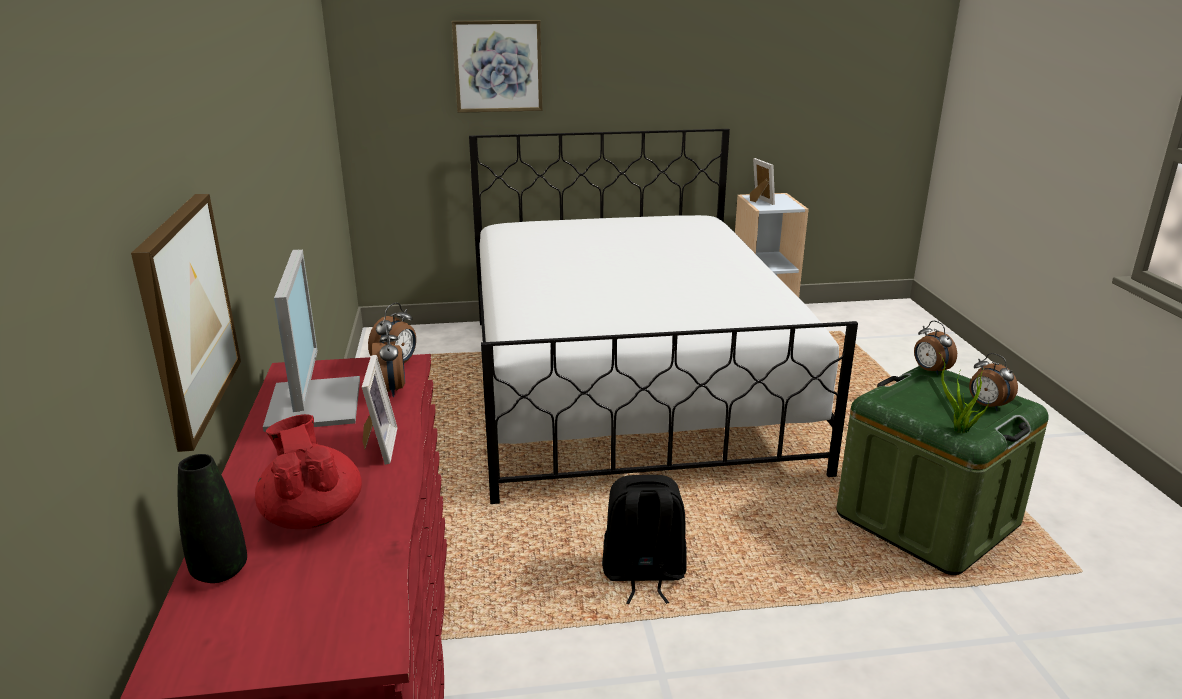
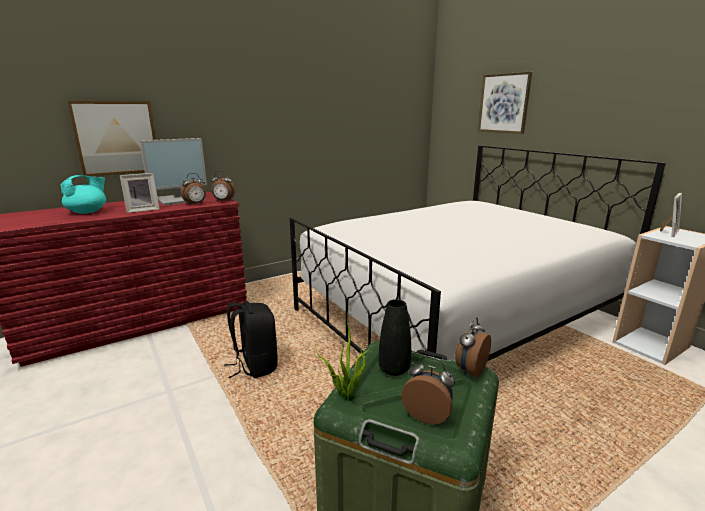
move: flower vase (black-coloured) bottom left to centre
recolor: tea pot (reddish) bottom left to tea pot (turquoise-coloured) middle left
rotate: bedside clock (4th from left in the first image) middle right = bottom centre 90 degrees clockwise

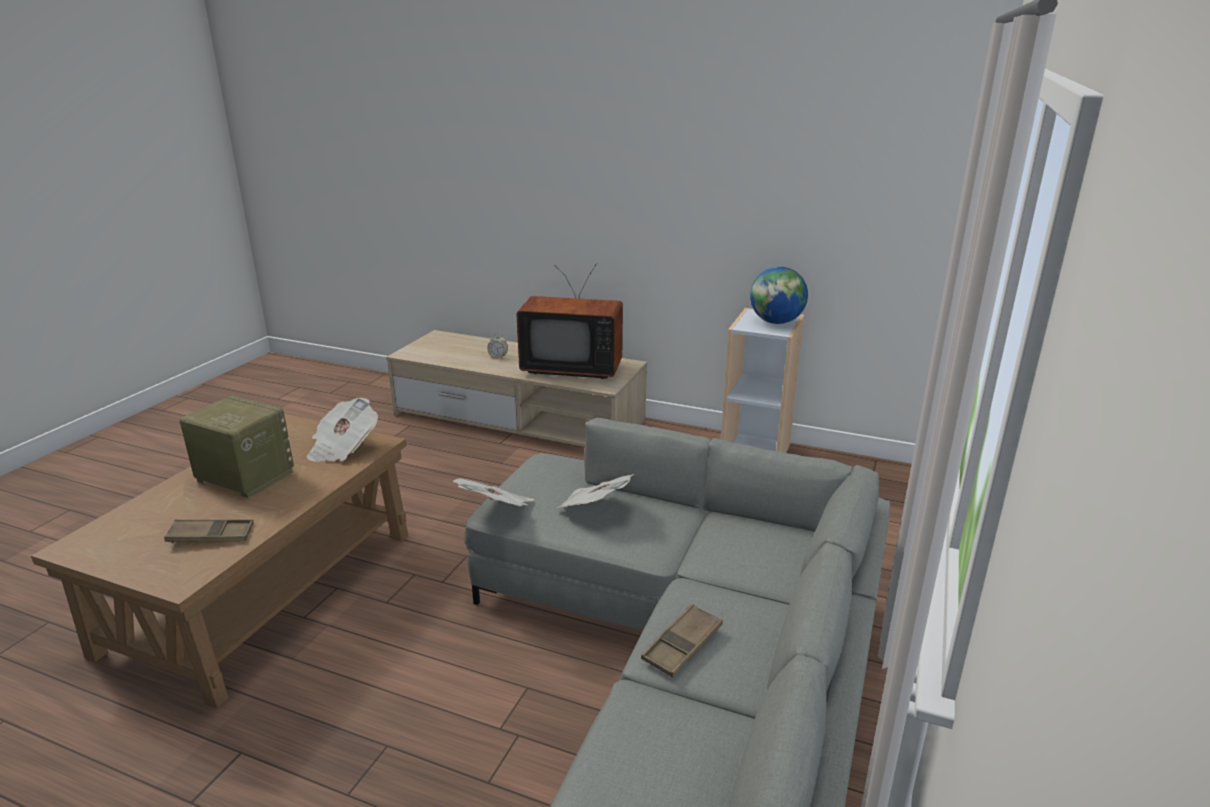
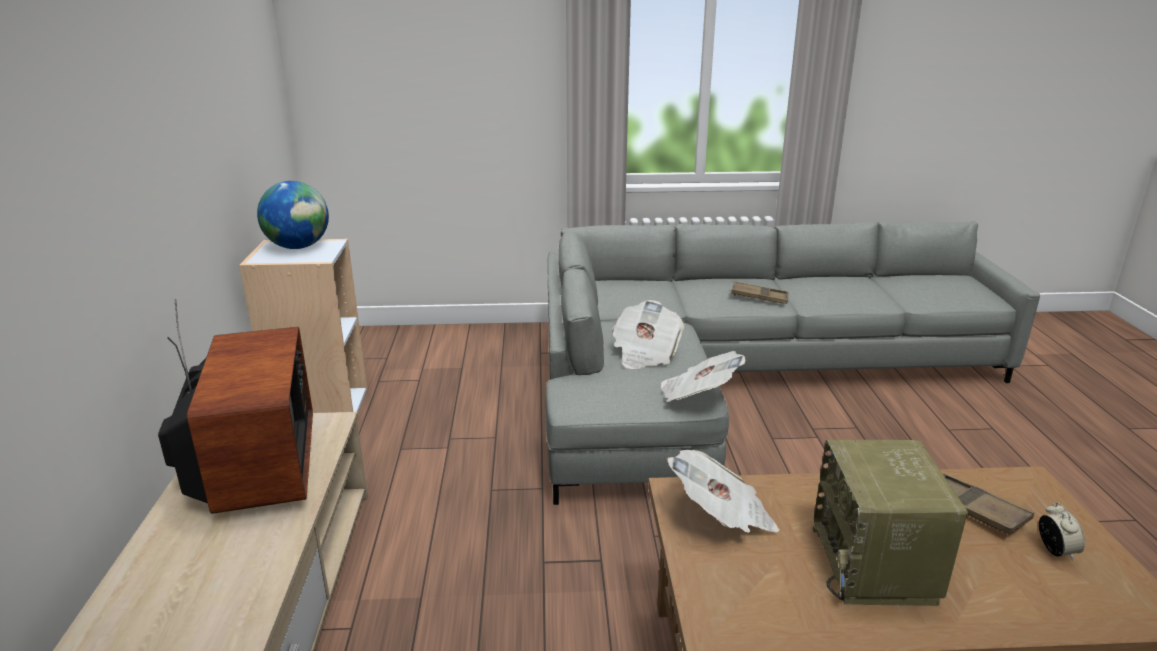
move: bedside clock centre to bottom right

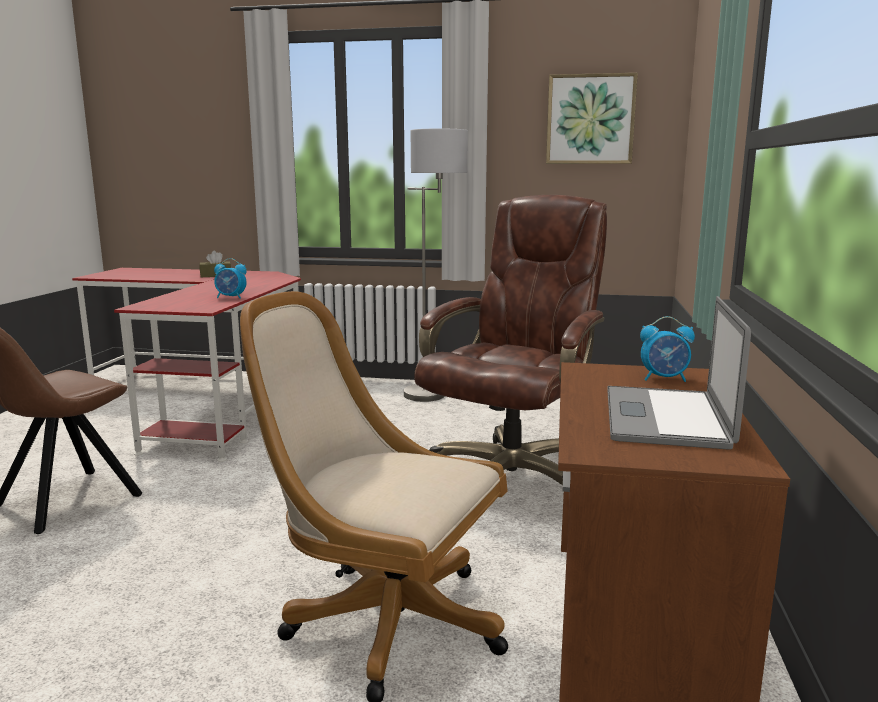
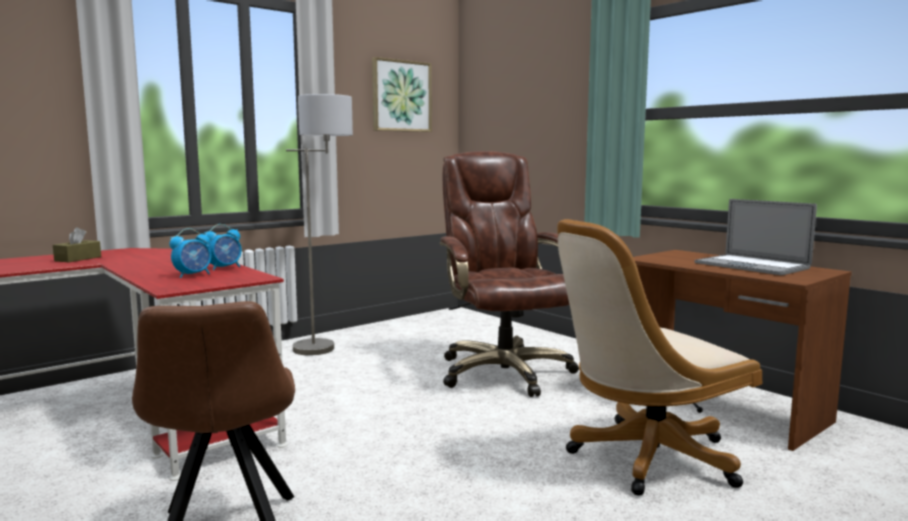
move: bedside clock (2nd from left in the first image) middle right to bedside clock (1st from left) middle left

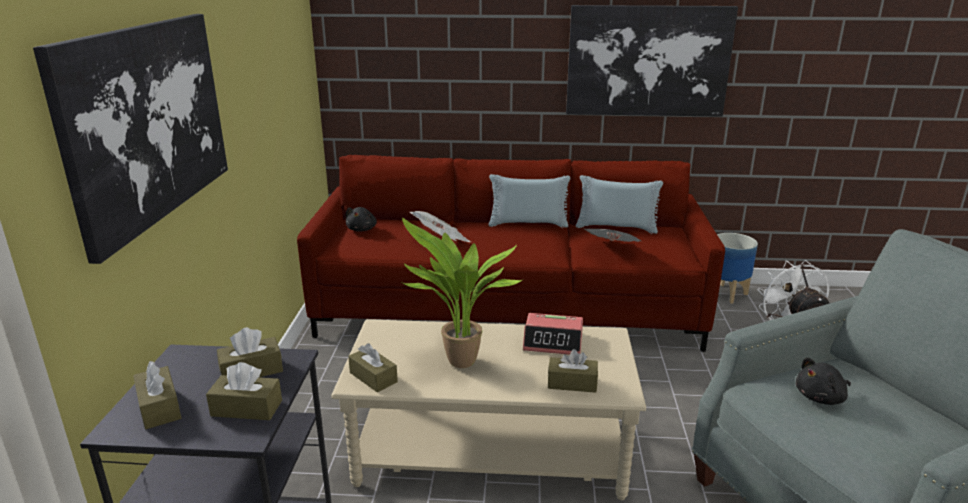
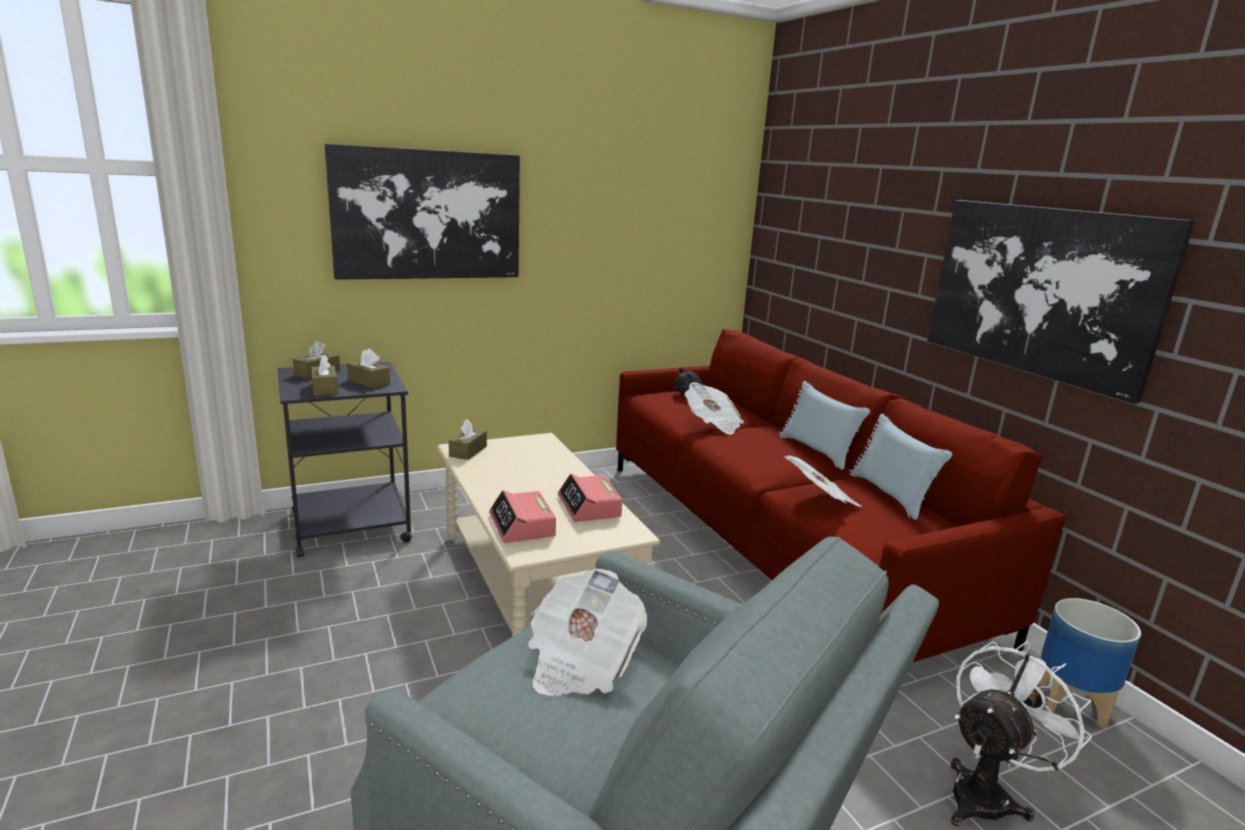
delete: potted plant centre
replace: box of tissues (brown-coloured) (5th from left) bottom centre to bedside clock (1st from left) centre; plush toy (black-coloured) (2nd from left) bottom right to daily paper (1st from left) bottom centre

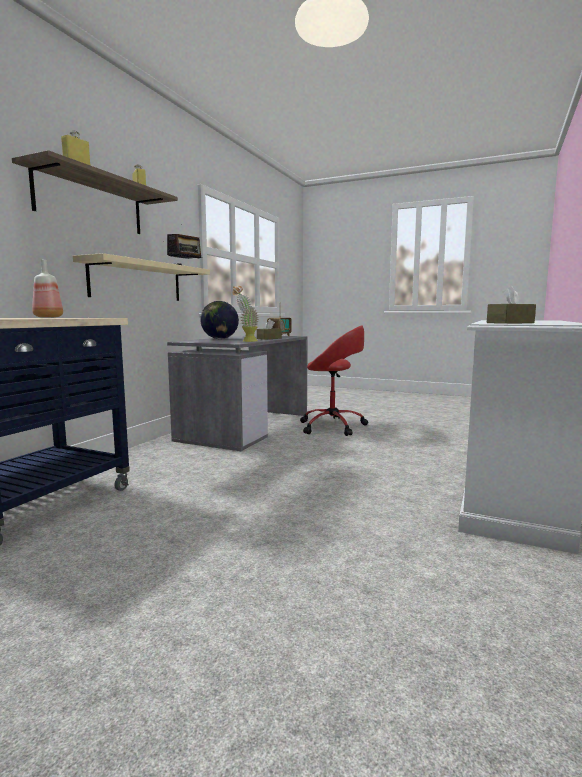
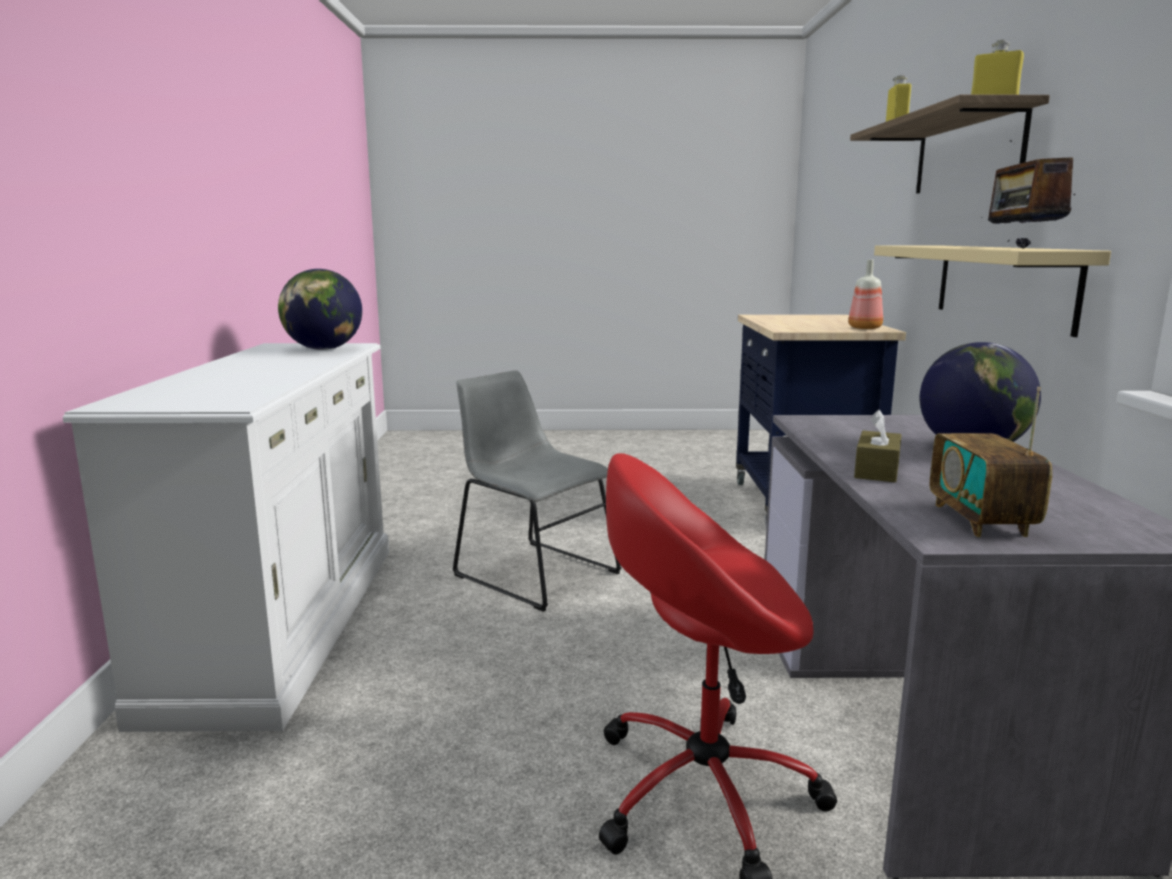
delete: potted plant centre
insert: upright chair (grey) centre
replace: box of tissues (brown-coloured) (2nd from left) middle right to globe (1st from left) middle left

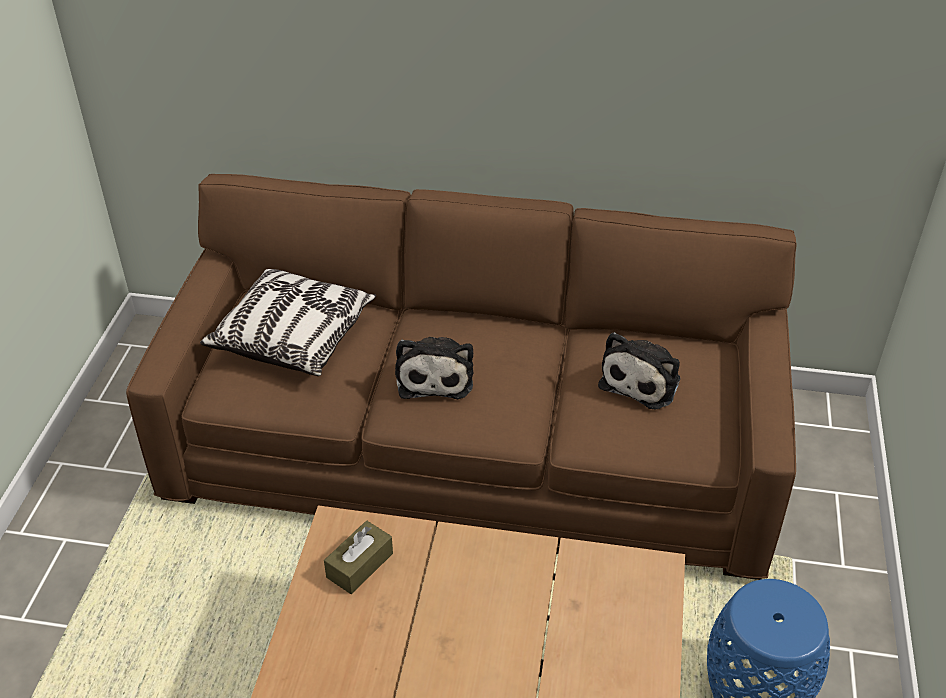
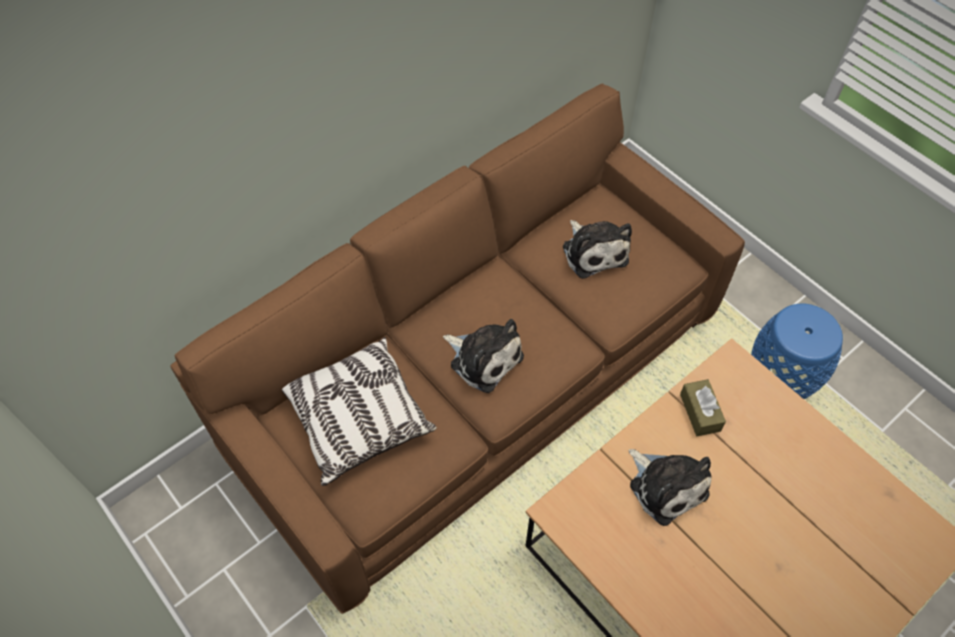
insert: plush toy (3rd from left) bottom right
move: box of tissues (brown-coloured) bottom centre to middle right

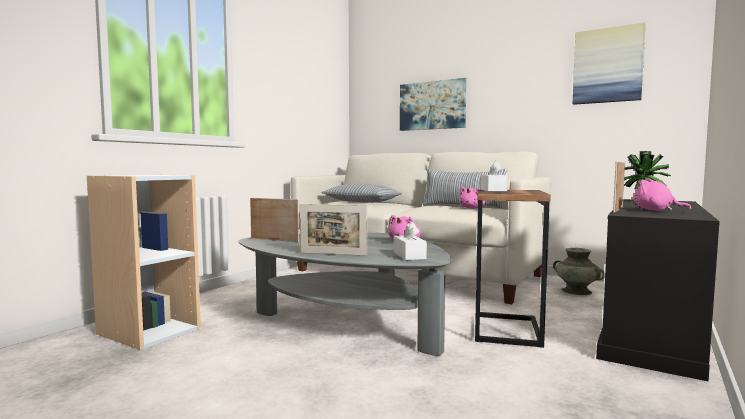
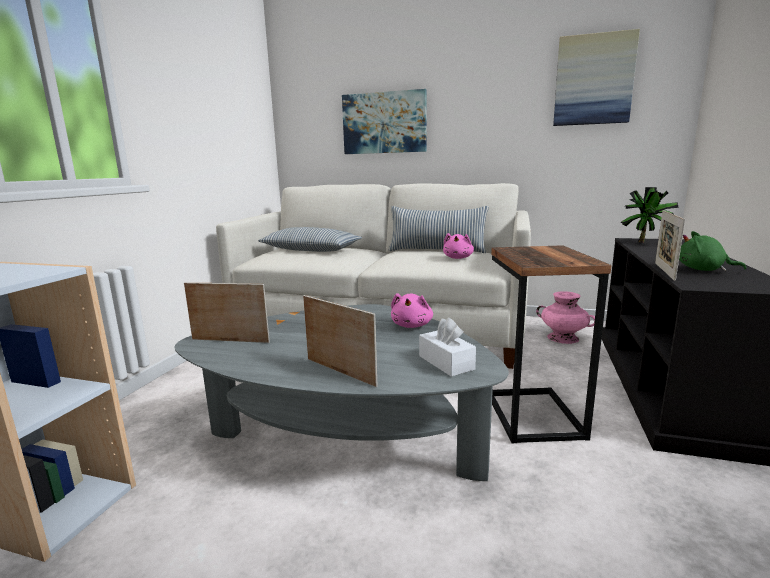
delete: box of tissues (white-coloured) (2nd from left) centre
recolor: flower vase (turquoise-coloured) middle right to flower vase (pink-coloured) middle right; plush toy (pink-coloured) (3rd from left) middle right to plush toy (greenish) middle right
rotate: picture frame (2nd from left) centre = centre 135 degrees counterclockwise

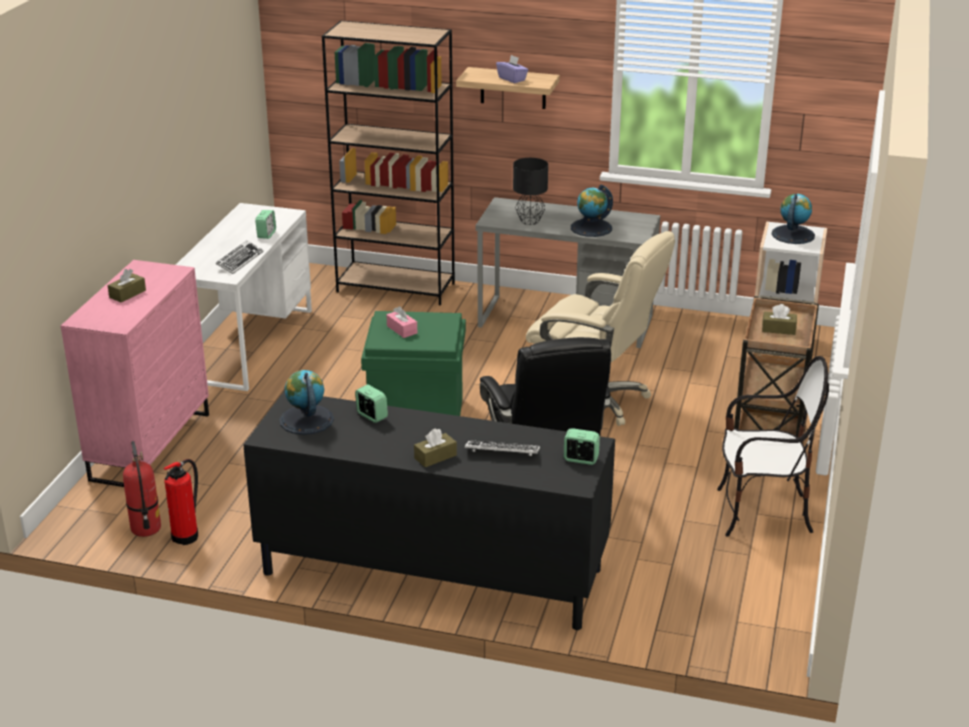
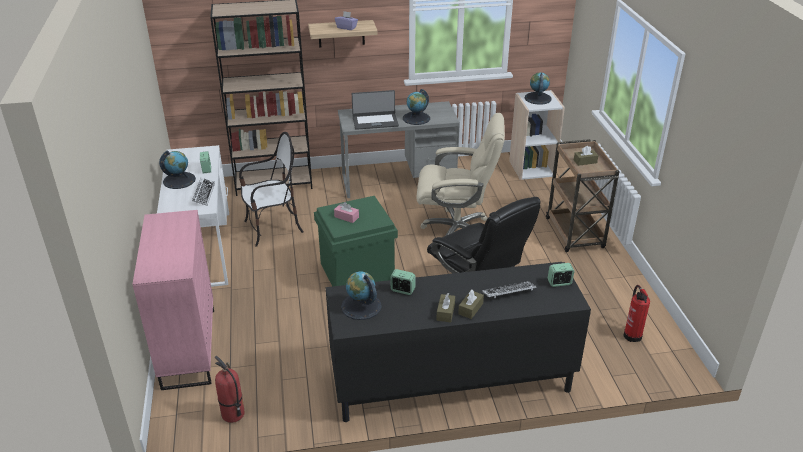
insert: globe (1st from left) middle left
move: box of tissues (brown-coloured) (1st from left) middle left to bottom centre; fire-fighting cylinder (2nd from left) bottom left to bottom right; upright chair middle right to centre
replace: tabletop lamp (black-coloured) top centre to notebook computer top centre

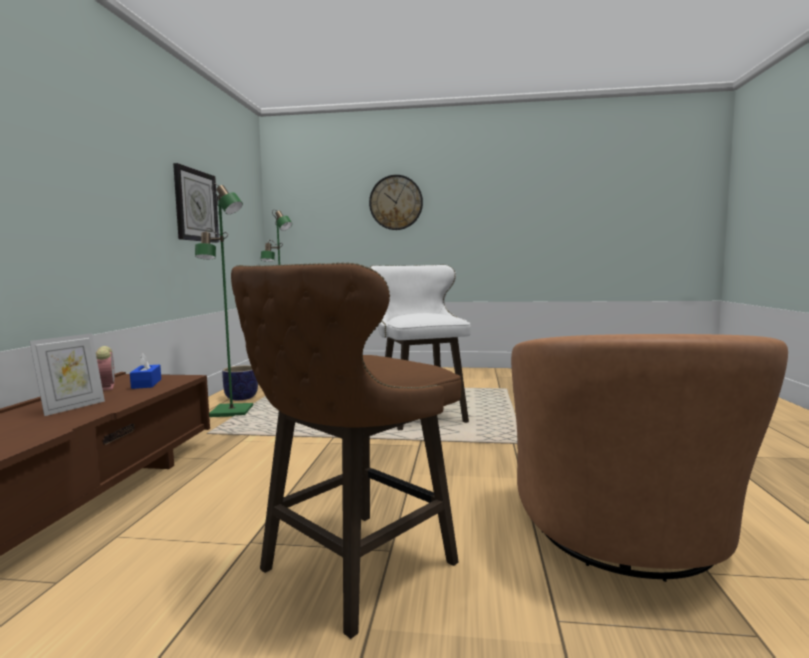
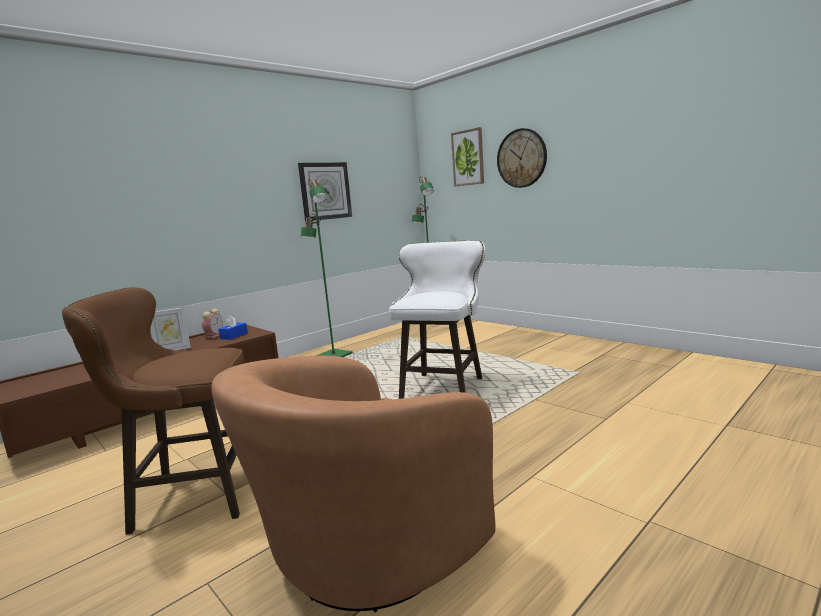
delete: flower pot middle left
insert: wall art top centre

